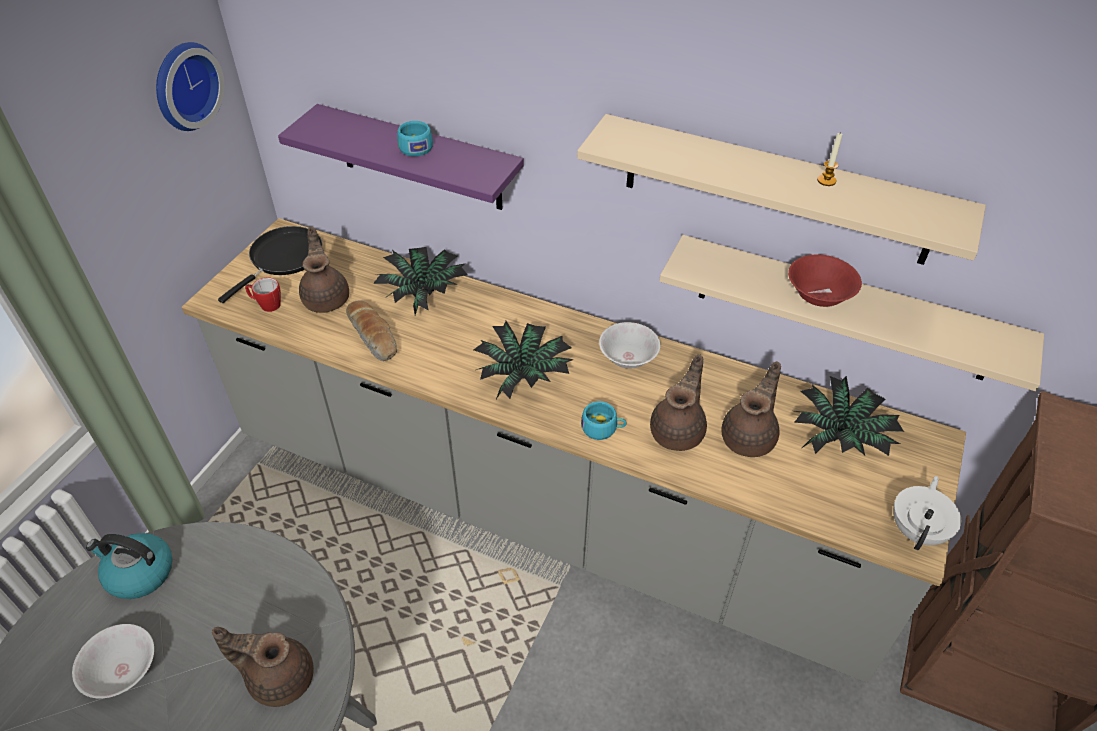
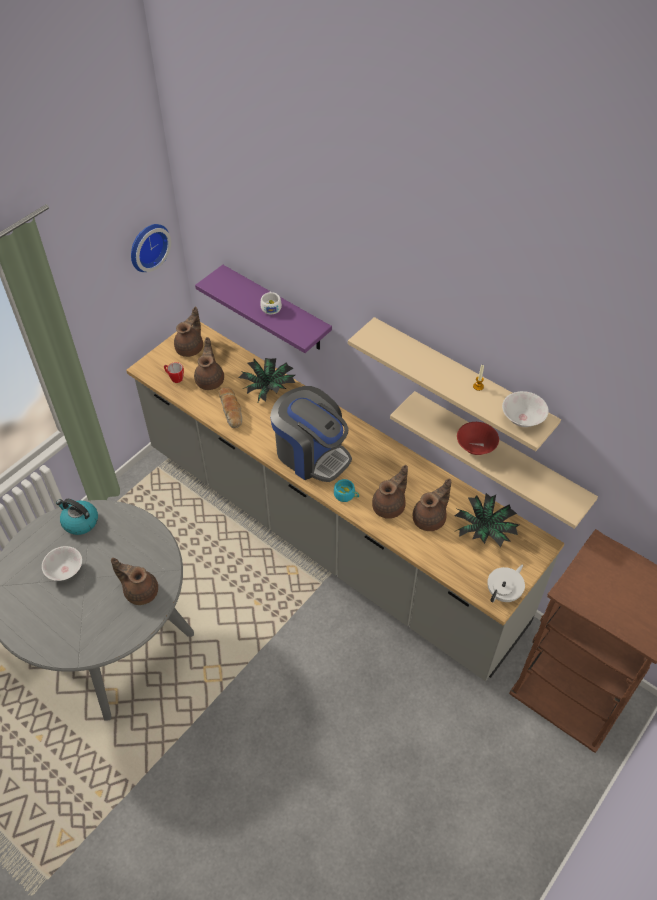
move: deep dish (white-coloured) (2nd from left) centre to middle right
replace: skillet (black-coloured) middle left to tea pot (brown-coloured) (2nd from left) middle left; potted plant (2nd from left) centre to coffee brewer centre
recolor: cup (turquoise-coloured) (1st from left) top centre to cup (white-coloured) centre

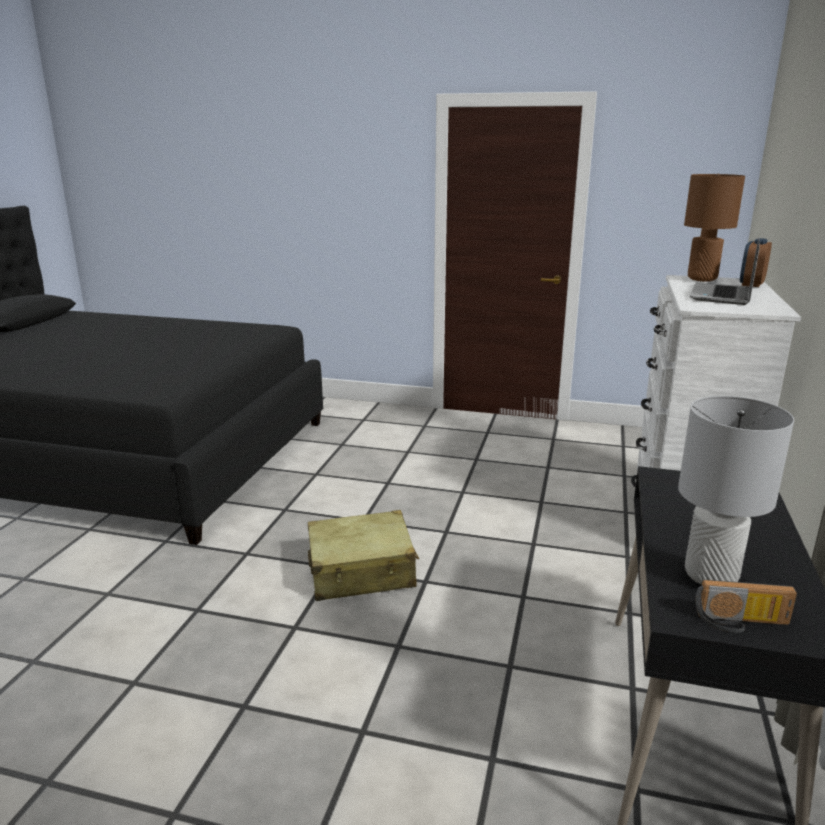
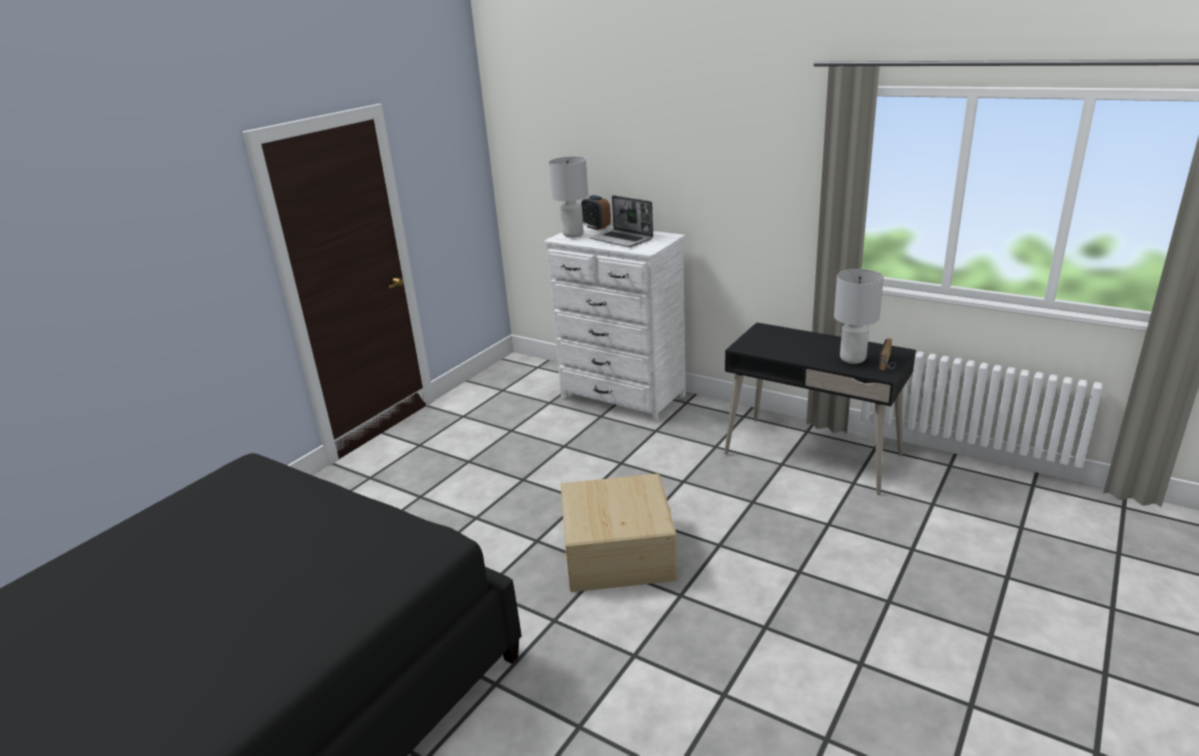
replace: piece of luggage (sand-coloured) bottom centre to storage bin (sand-coloured) bottom centre
recolor: tabletop lamp (brown-coloured) top right to tabletop lamp (grey) (1st from left) top centre

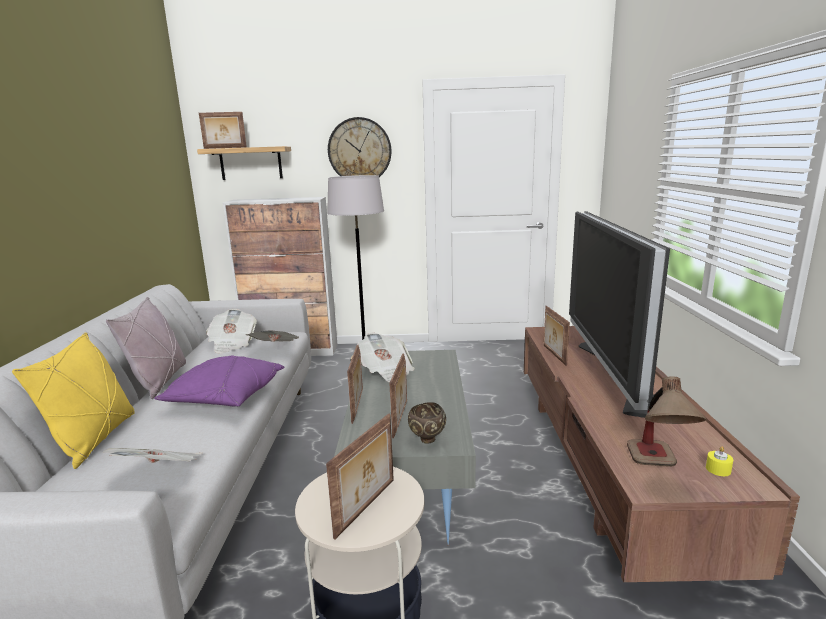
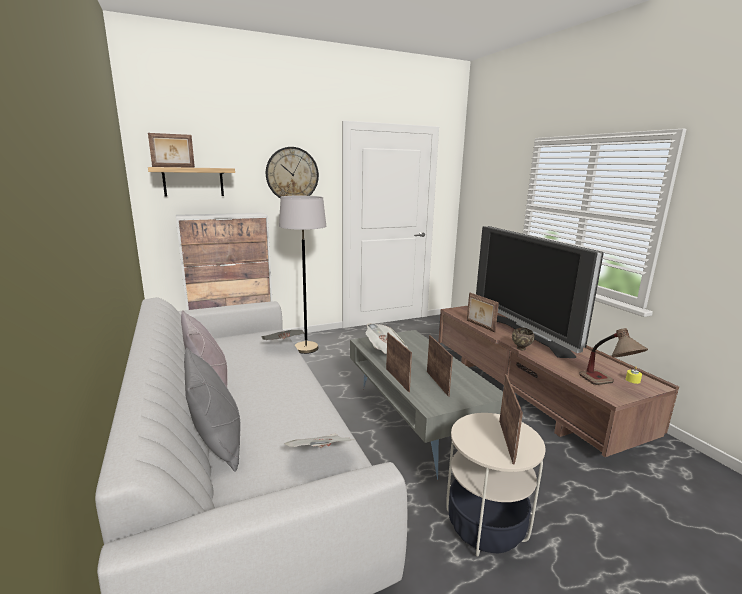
delete: throw pillow (purple-coloured) (2nd from left) middle left; daily paper (2nd from left) middle left
move: deep dish (brown-coloured) bottom centre to middle right
recolor: throw pillow (yellow-coloured) middle left to throw pillow (grey) bottom left

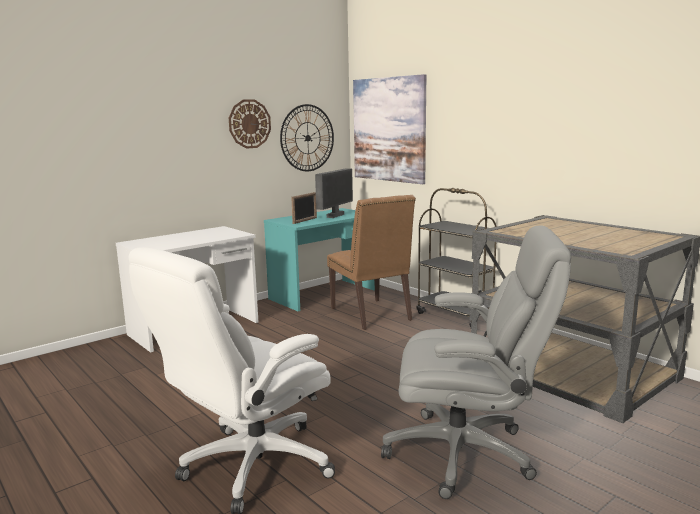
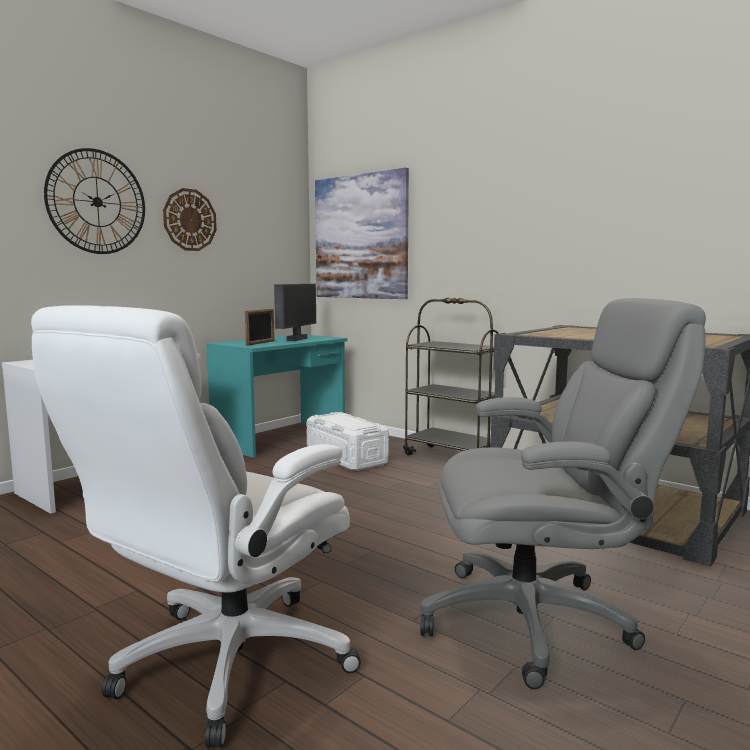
move: wall clock (2nd from left in the first image) top centre to wall clock (1st from left) top left
replace: upright chair (brown-coloured) centre to storage bin (white-coloured) centre

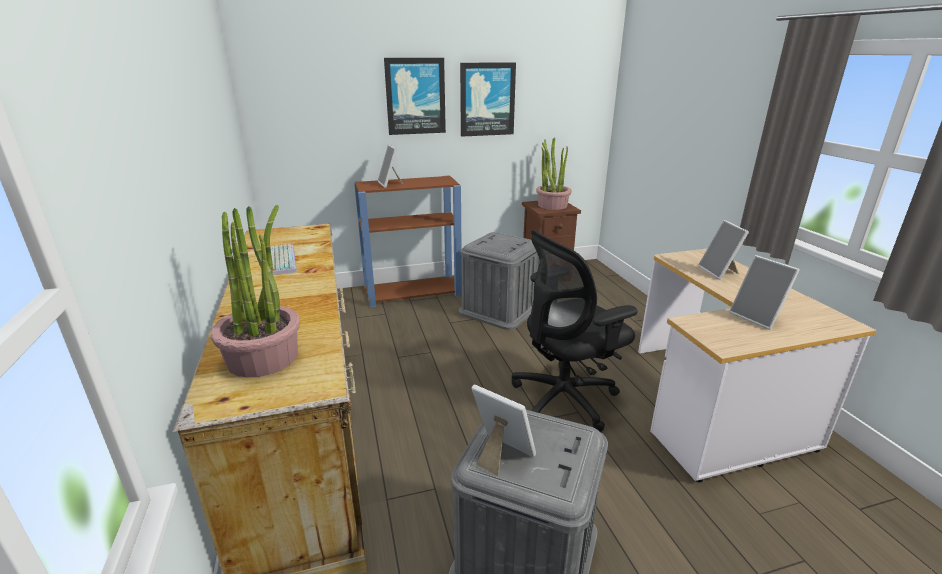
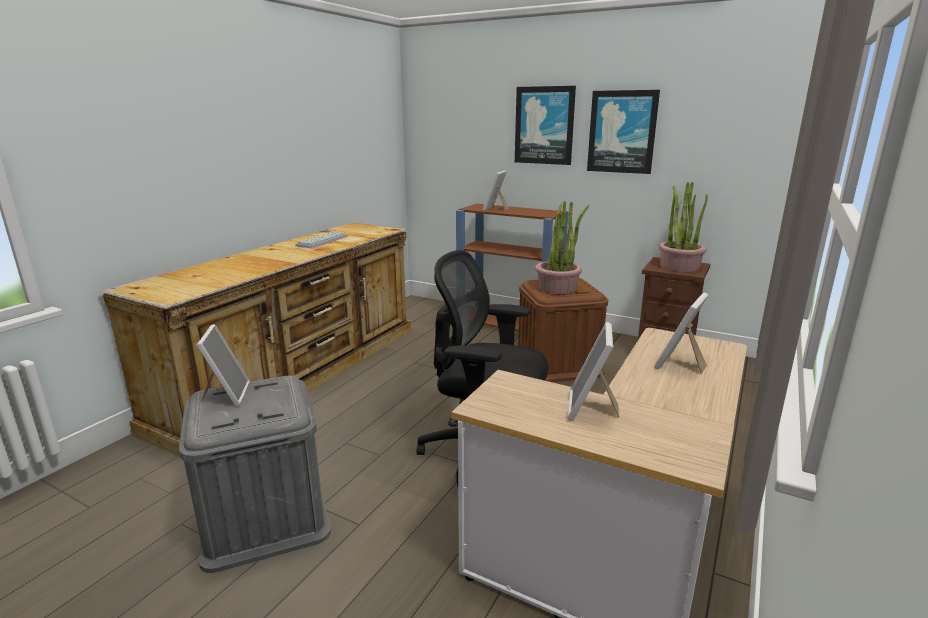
move: potted plant (1st from left) middle left to centre
recolor: storage bin (grey) (1st from left) centre to storage bin (brown-coloured) centre

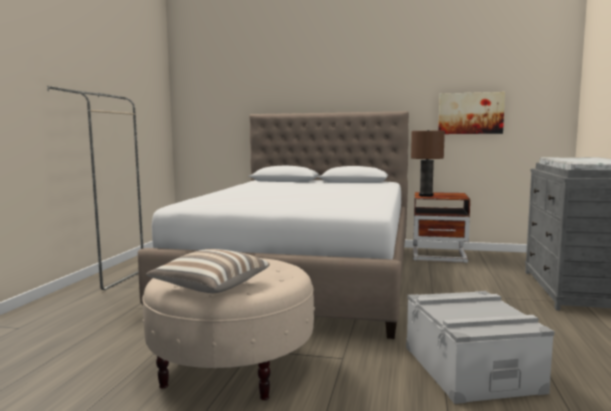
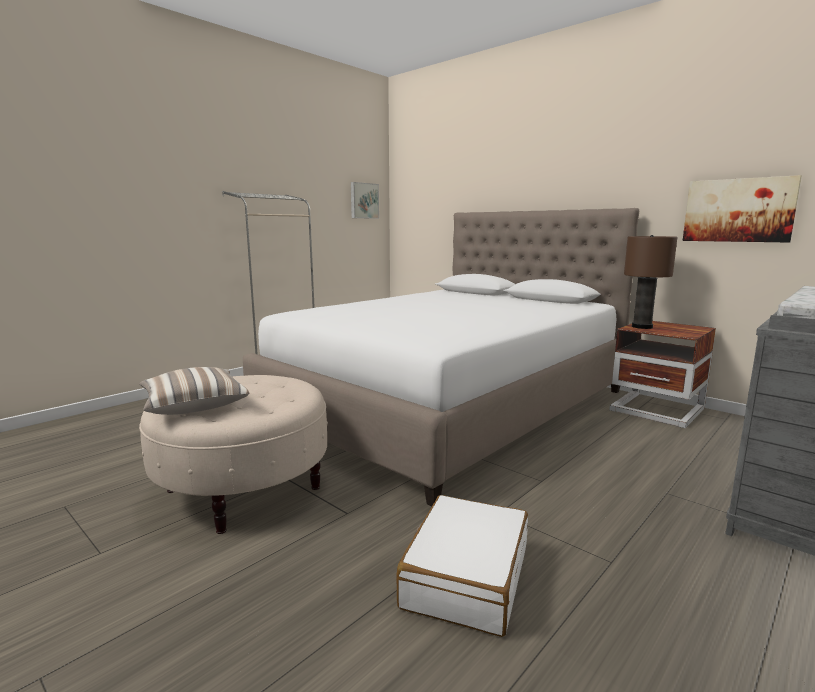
insert: wall art (1st from left) top centre
replace: storage bin (grey) bottom right to piece of luggage (white-coloured) bottom centre

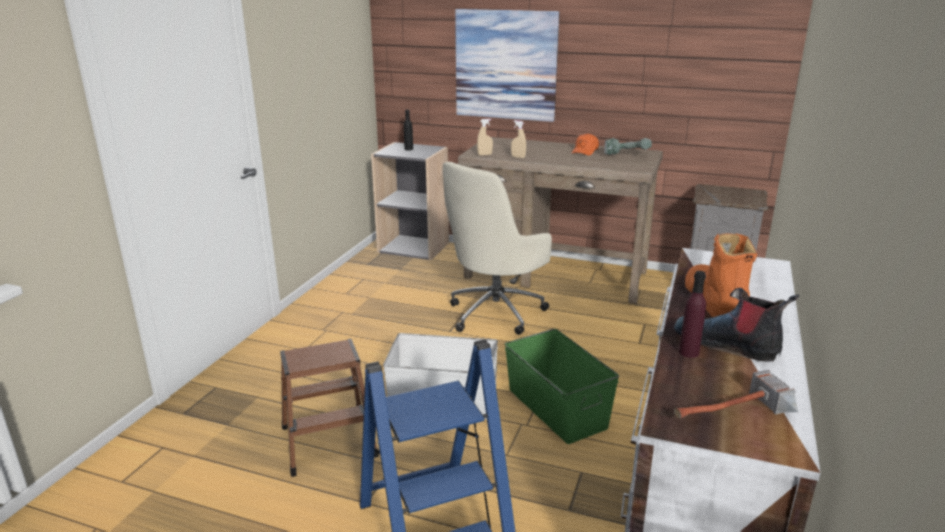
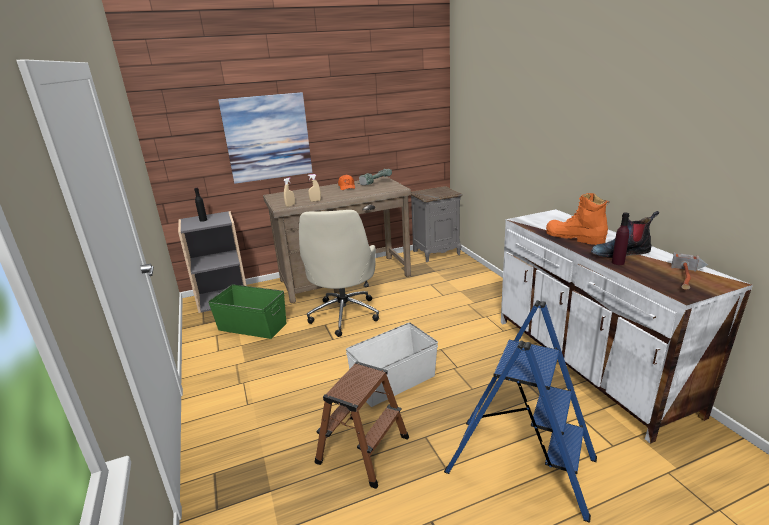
move: storage bin (greenish) bottom centre to middle left

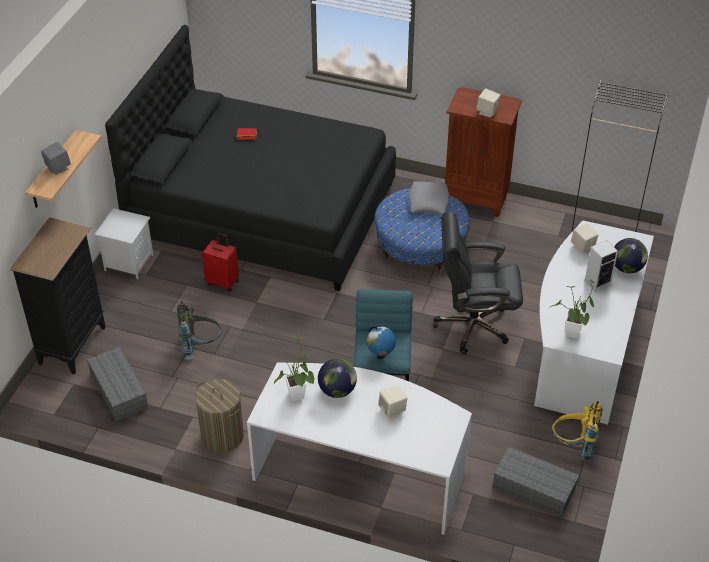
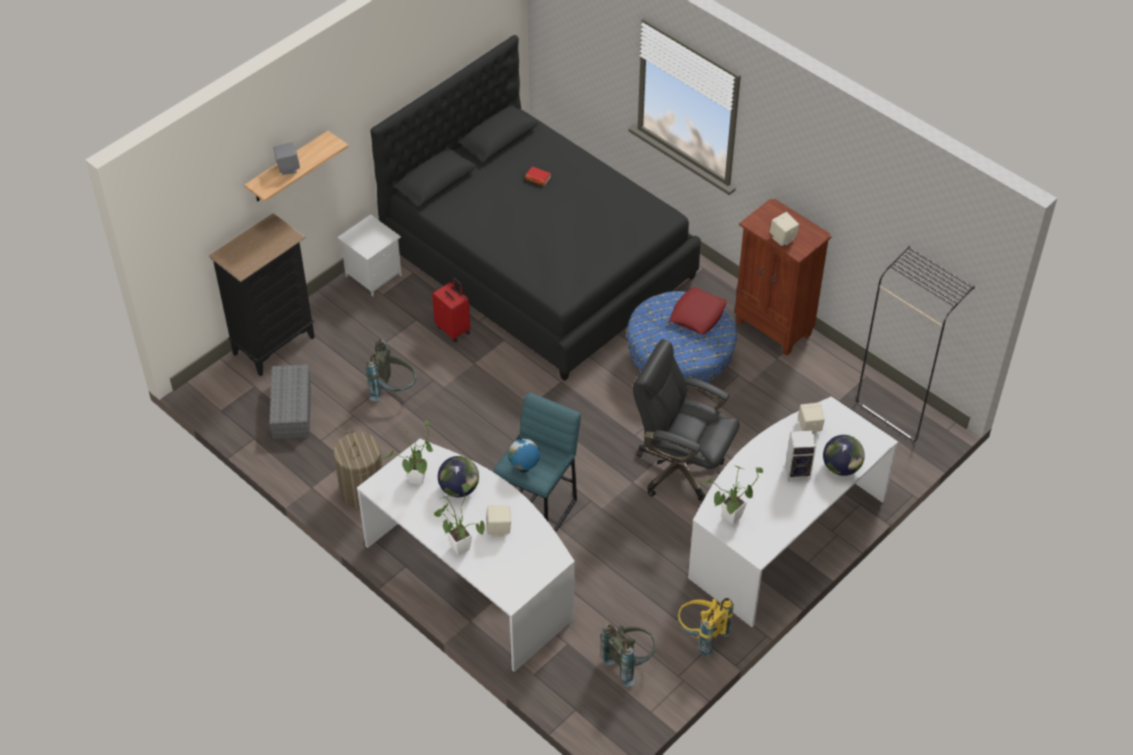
insert: potted plant (2nd from left) bottom centre
replace: storage bin (grey) (2nd from left) bottom right to backpack (grey) (2nd from left) bottom centre
recolor: throw pillow (grey) centre to throw pillow (reddish) centre

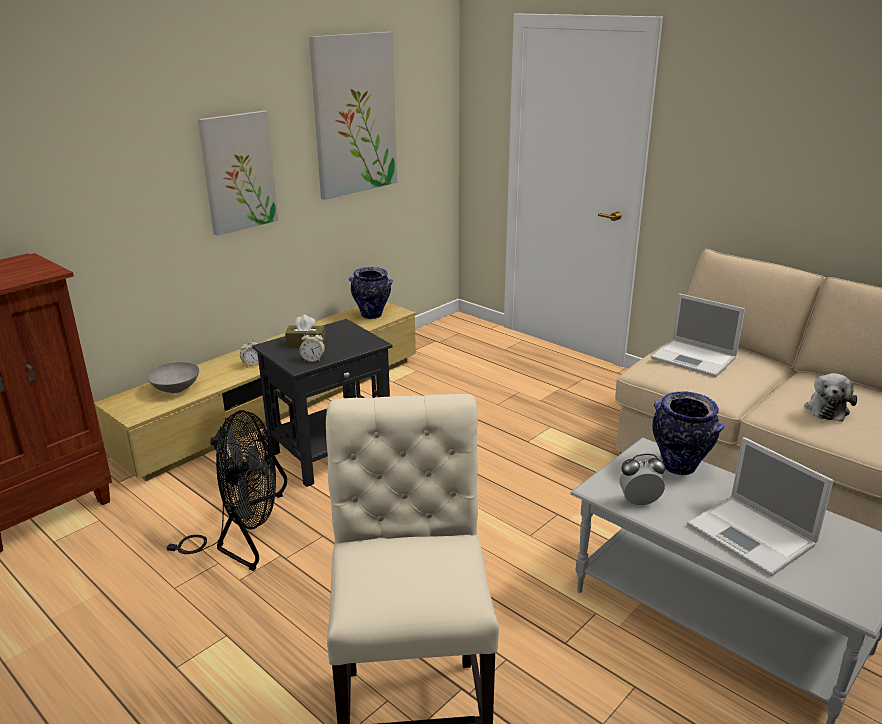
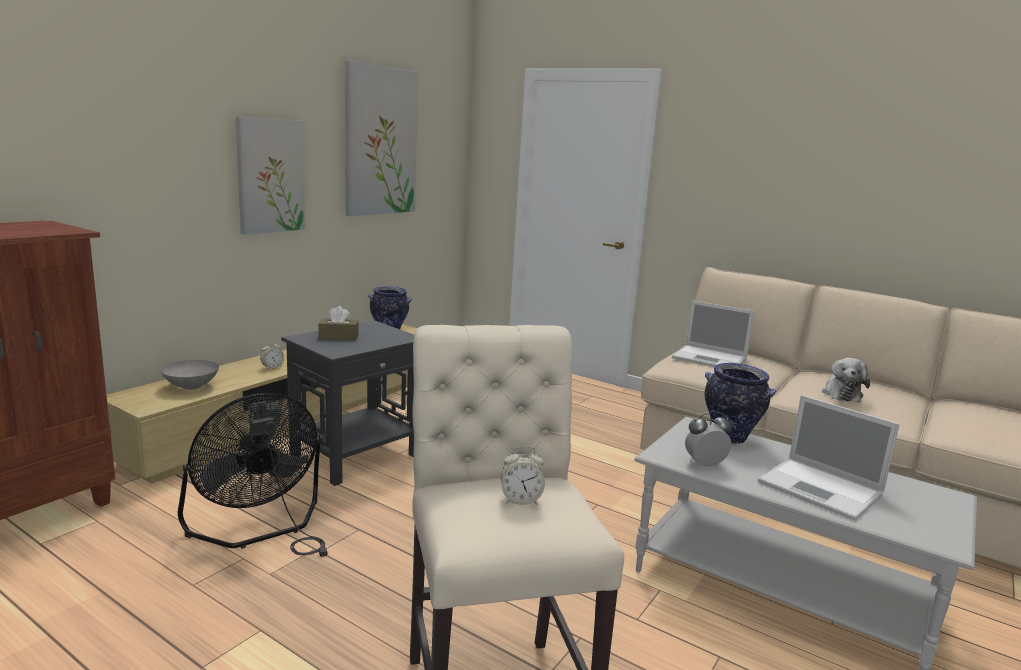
move: bedside clock (2nd from left) centre to bottom centre
rotate: cooling fan (black-coloured) bottom left = bottom left 120 degrees counterclockwise

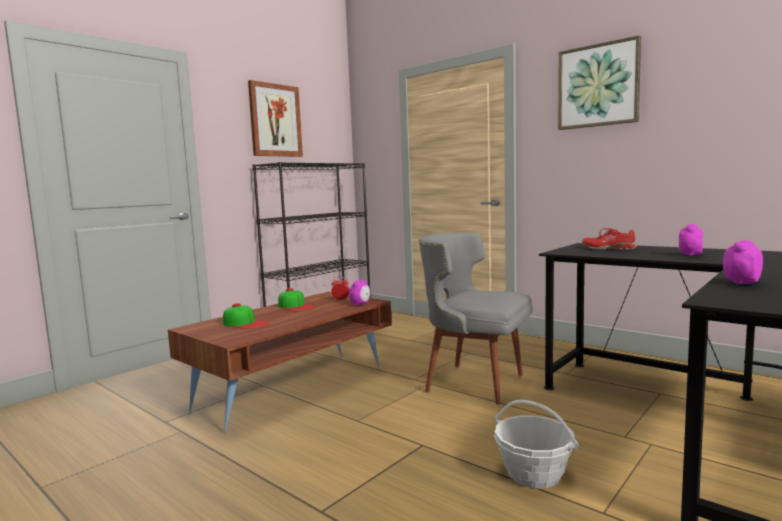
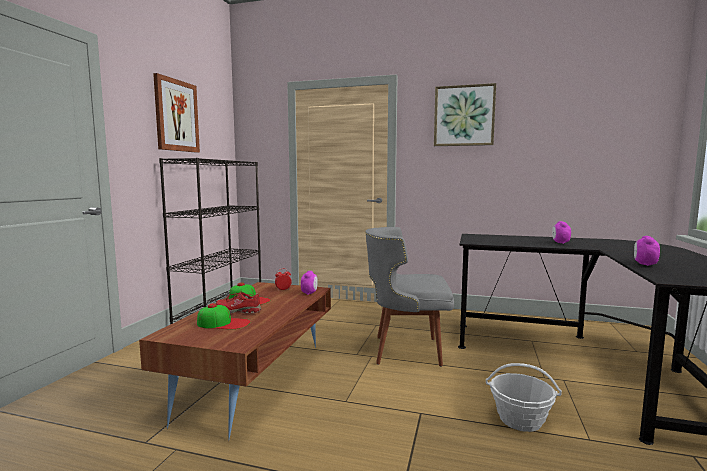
move: shoe (reddish) middle right to centre

